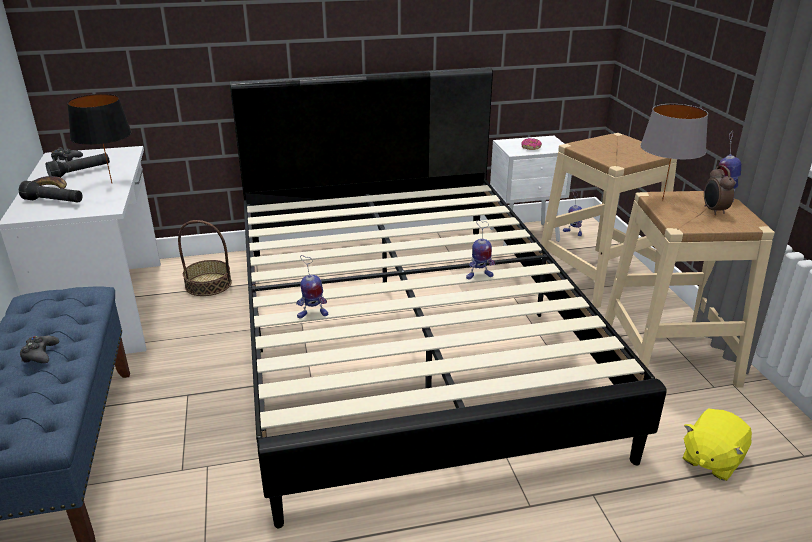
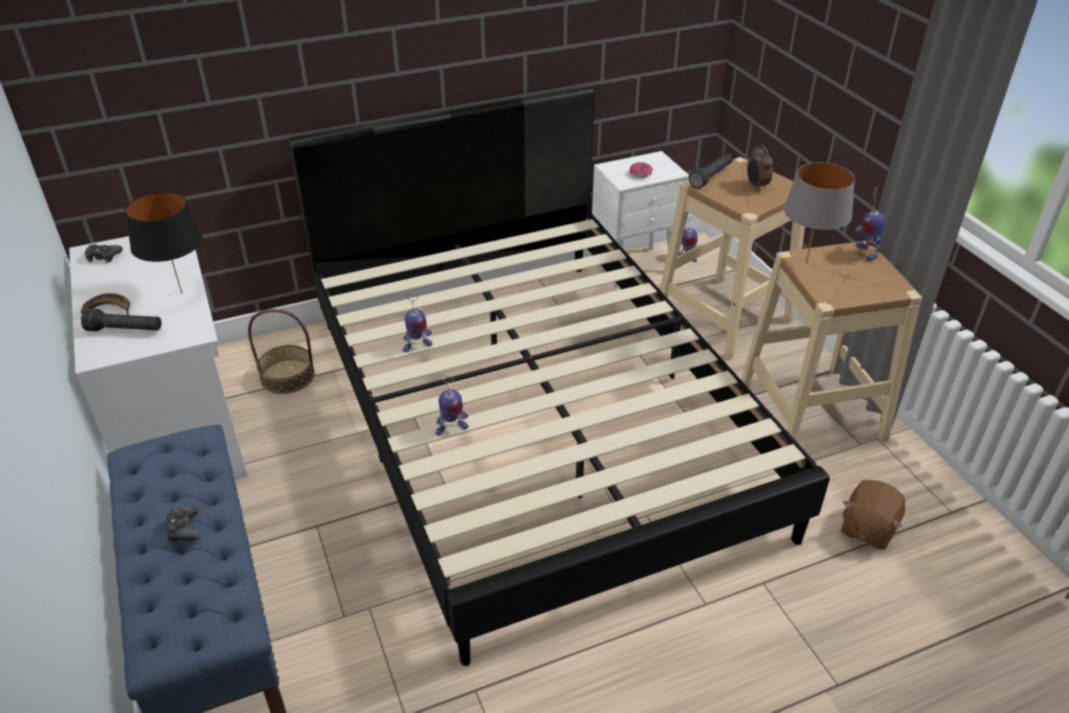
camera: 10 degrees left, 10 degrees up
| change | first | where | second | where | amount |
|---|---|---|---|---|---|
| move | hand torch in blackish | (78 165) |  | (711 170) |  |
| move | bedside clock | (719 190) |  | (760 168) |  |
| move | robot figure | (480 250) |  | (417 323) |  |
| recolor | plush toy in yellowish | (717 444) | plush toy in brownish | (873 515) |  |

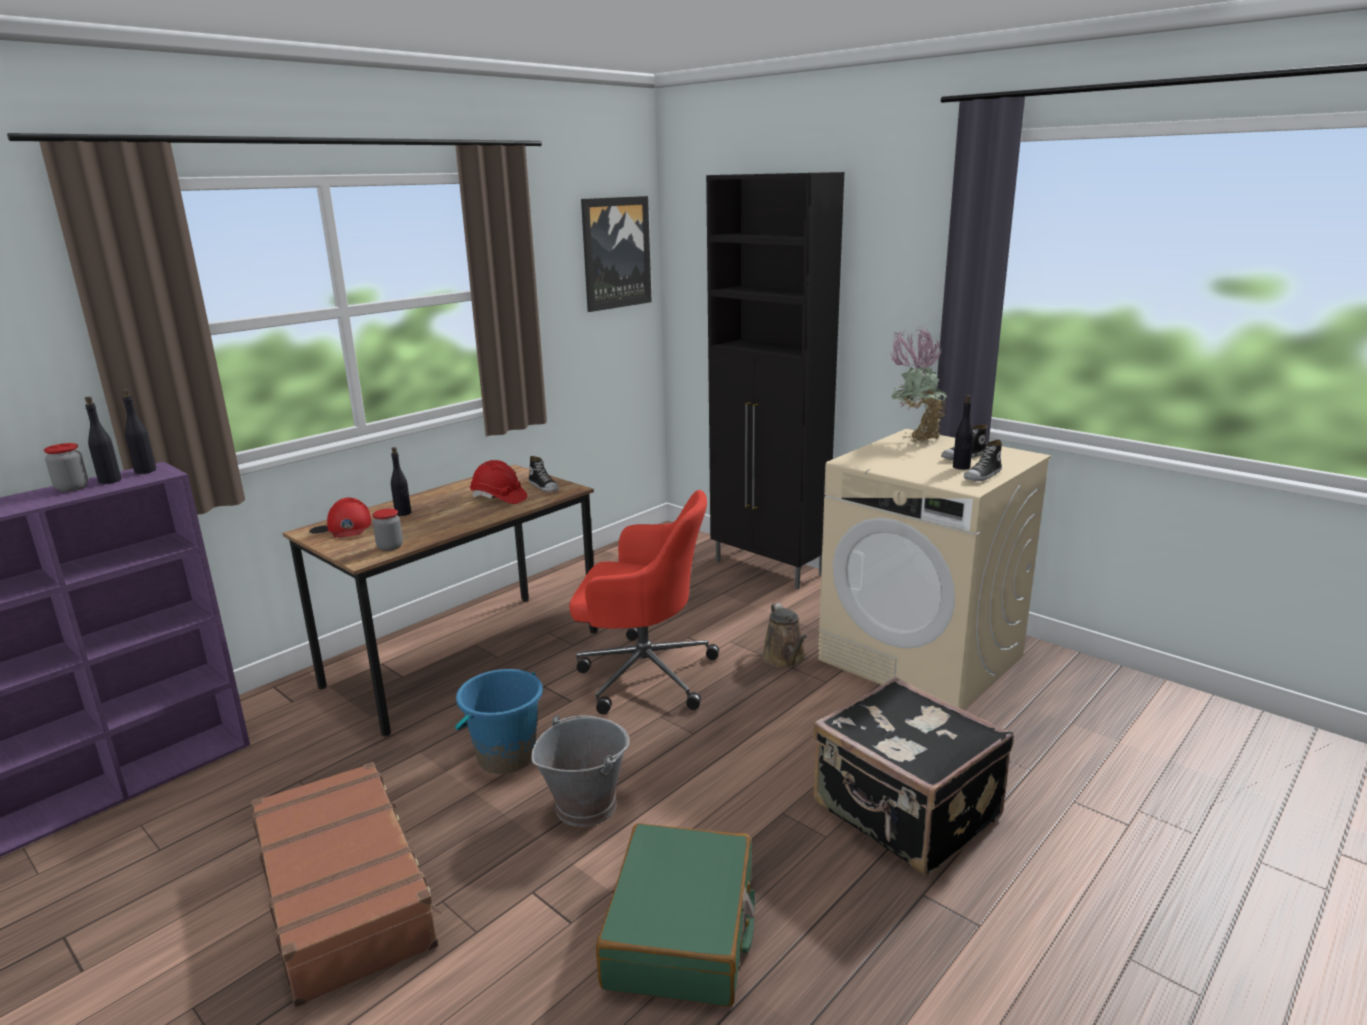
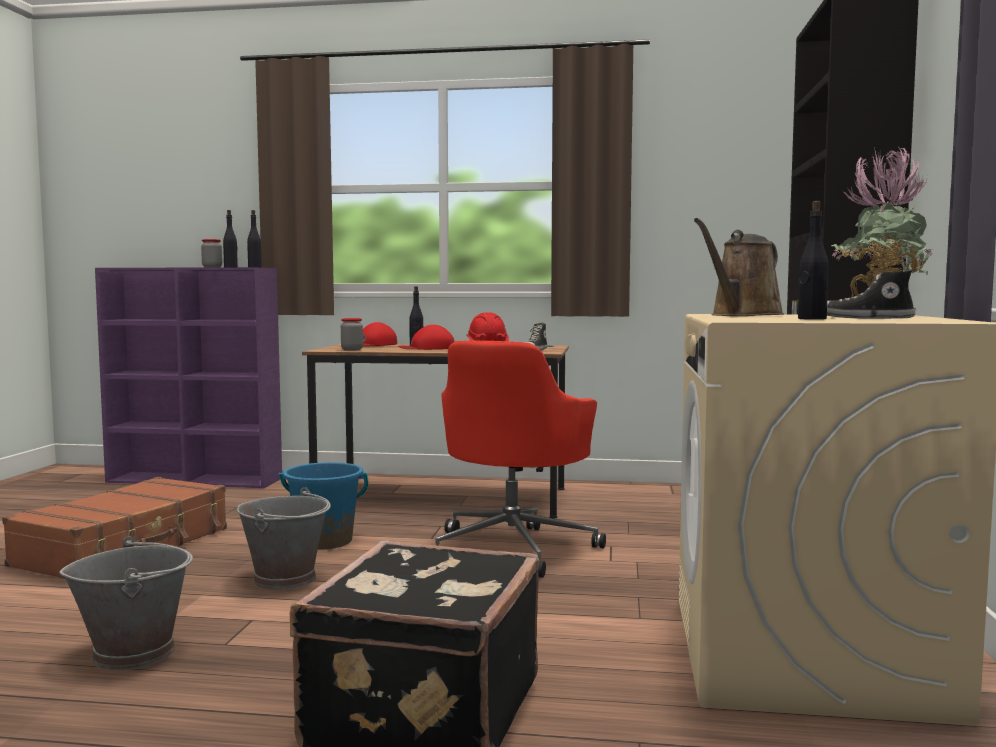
camera: 55 degrees right, 15 degrees down
| change | first | where | second | where | amount |
|---|---|---|---|---|---|
| delete | wall picture | (616 254) |  |  |  |
| delete | shoe | (983 460) |  |  |  |
| rotate | computer chair in reddish | (644 602) |  | (520 459) | 45 degrees clockwise |
| move | watering can in brownish | (784 635) |  | (739 267) |  |
| replace | suitcase in green-coloured | (675 915) | water bucket in gray | (126 603) |  |
| insert |  |  | cap in reddish | (426 337) |  |

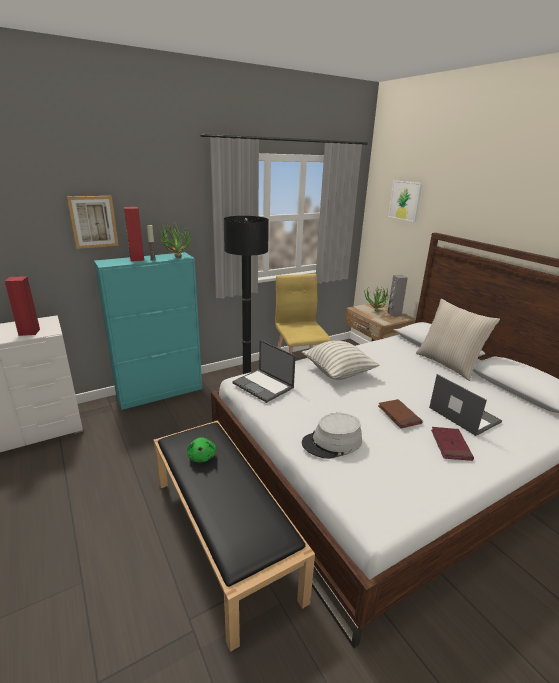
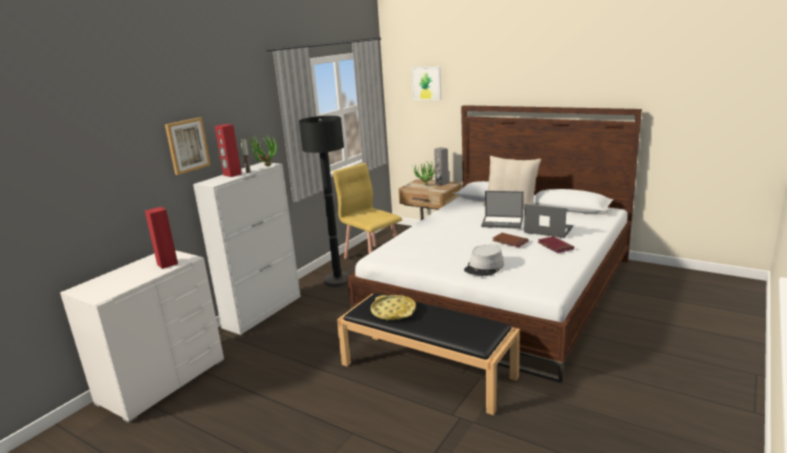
camera: 25 degrees left, 5 degrees down
| change | first | where | second | where | amount |
|---|---|---|---|---|---|
| recolor | cupboard in turquoise-coloured | (148 331) | cupboard in white-coloured | (247 248) |  |
| move | laptop | (264 371) |  | (502 210) |  |
| delete | throw pillow | (340 360) |  |  |  |
| replace | plush toy in green-coloured | (201 449) | tray in yellowish | (393 307) |  |

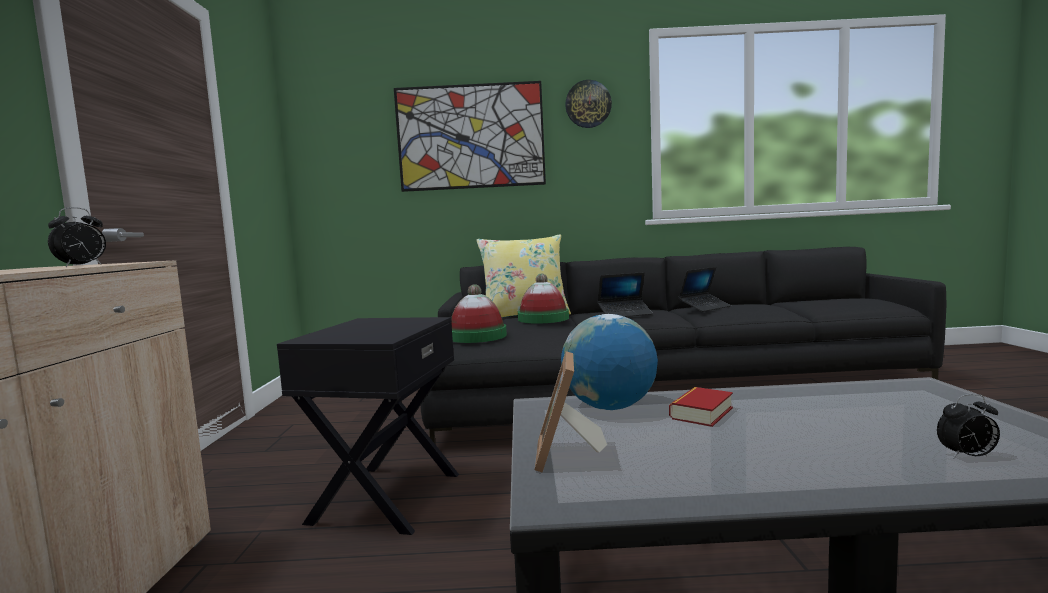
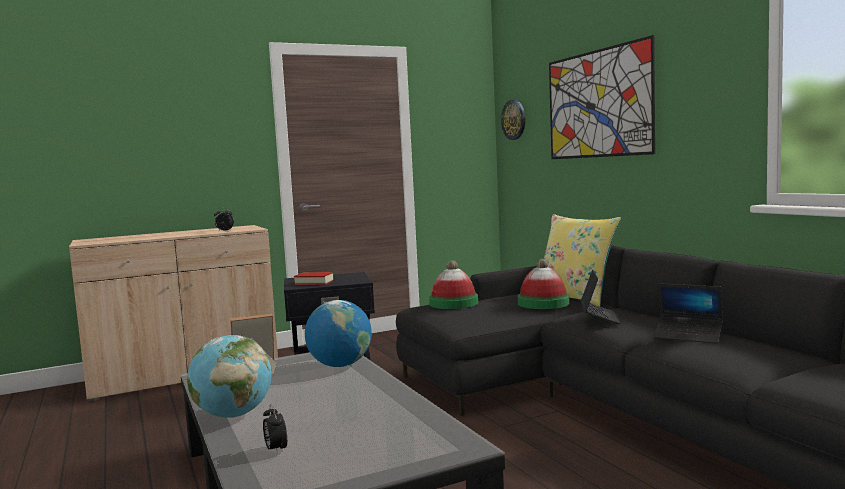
camera: 65 degrees right, 0 degrees up
| change | first | where | second | where | amount |
|---|---|---|---|---|---|
| move | wall clock | (588 104) |  | (513 120) |  |
| rotate | laptop | (625 294) |  | (600 297) | 135 degrees counterclockwise |
| move | volume | (701 407) |  | (313 278) |  |
| insert |  |  | globe | (229 376) |  |

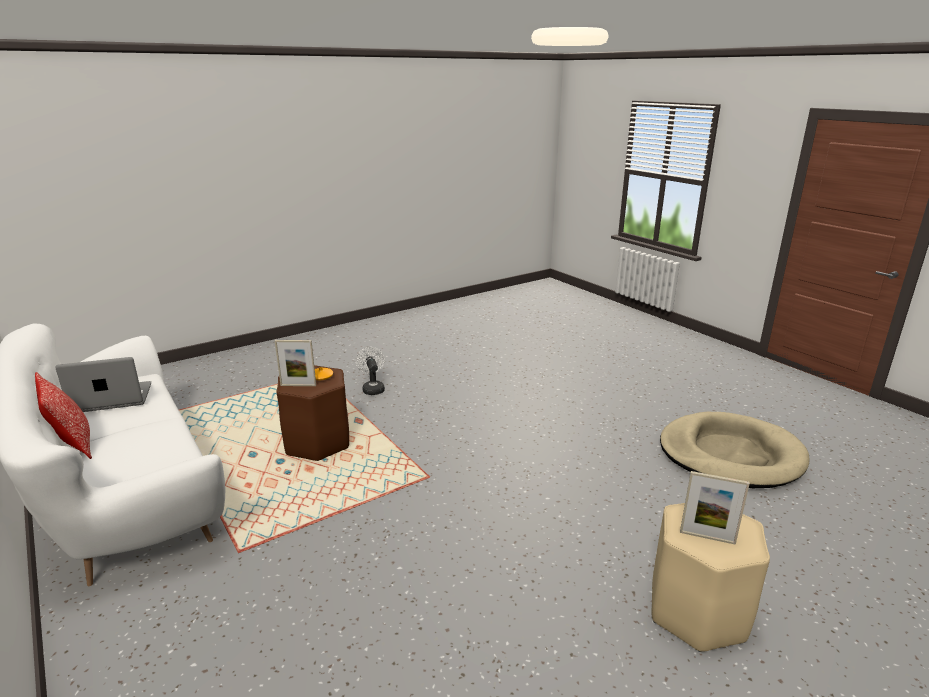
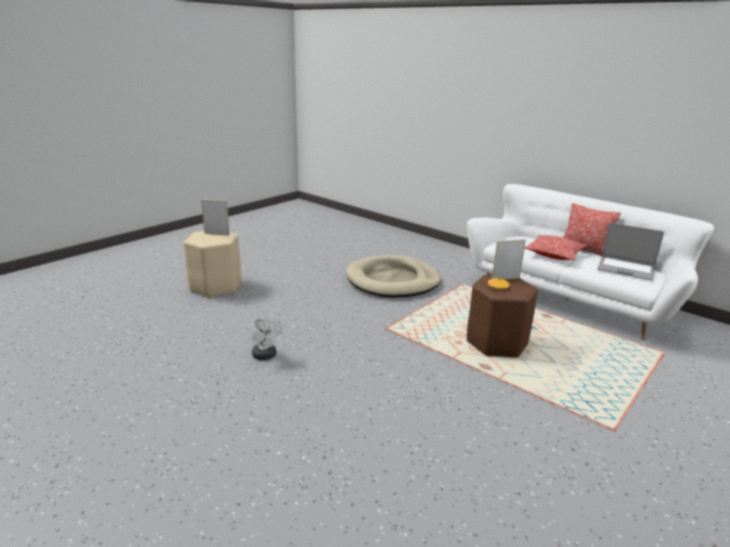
camera: 165 degrees right, 0 degrees up
| change | first | where | second | where | amount |
|---|---|---|---|---|---|
| move | fan in white-coloured | (370 371) |  | (267 338) |  |
| rotate | laptop | (103 384) |  | (630 252) | 60 degrees clockwise |
| move | dog bed in beige-coloured | (735 450) |  | (393 276) |  |
| insert |  |  | throw pillow | (556 247) |  |

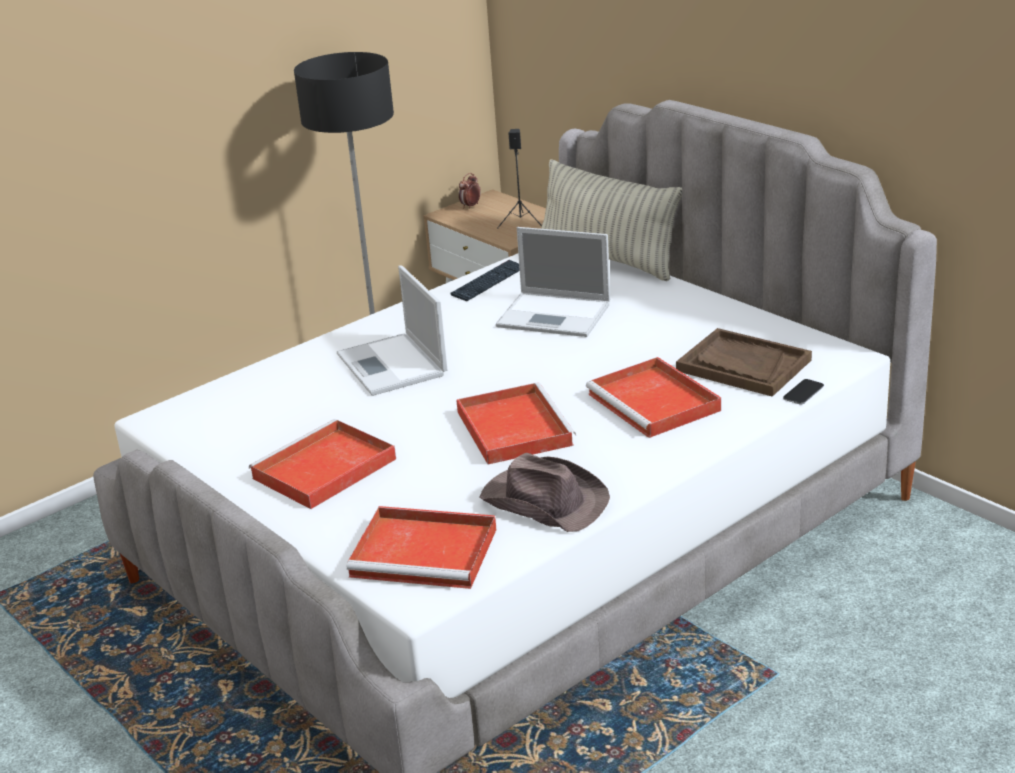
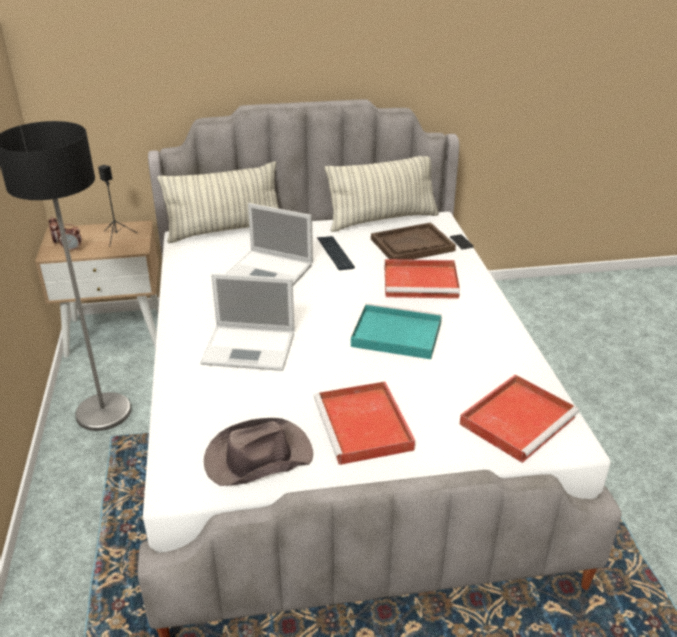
camera: 60 degrees left, 5 degrees up
| change | first | where | second | where | amount |
|---|---|---|---|---|---|
| rotate | laptop | (553 282) |  | (269 244) | 60 degrees clockwise |
| move | PC keyboard | (485 280) |  | (336 253) |  |
| recolor | tray in reddish | (516 423) | tray in turquoise-coloured | (396 331) |  |
| move | hat in brownish | (545 492) |  | (258 452) |  |
| insert |  |  | throw pillow | (382 194) |  |
| insert |  |  | bedside clock | (70 237) |  |

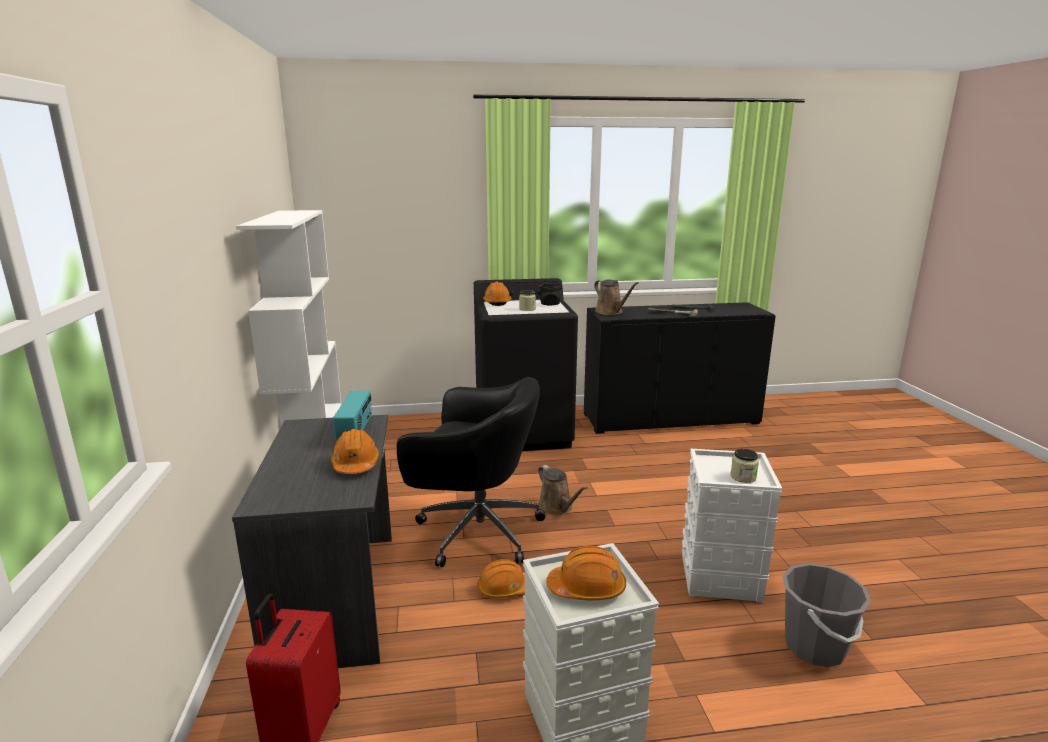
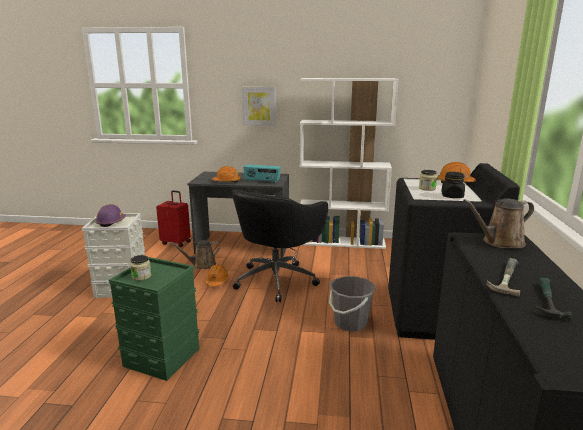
camera: 105 degrees right, 0 degrees up
| change | first | where | second | where | amount |
|---|---|---|---|---|---|
| recolor | storage container in white-coloured | (732 525) | storage container in green-coloured | (153 319) |  |
| move | watering can in brownish | (562 490) |  | (195 254) |  |
| recolor | hard hat in orangey | (586 573) | hard hat in purple | (110 215) |  |
| move | water bucket in gray | (826 615) |  | (352 303) |  |
| insert |  |  | wall picture | (259 106) |  |

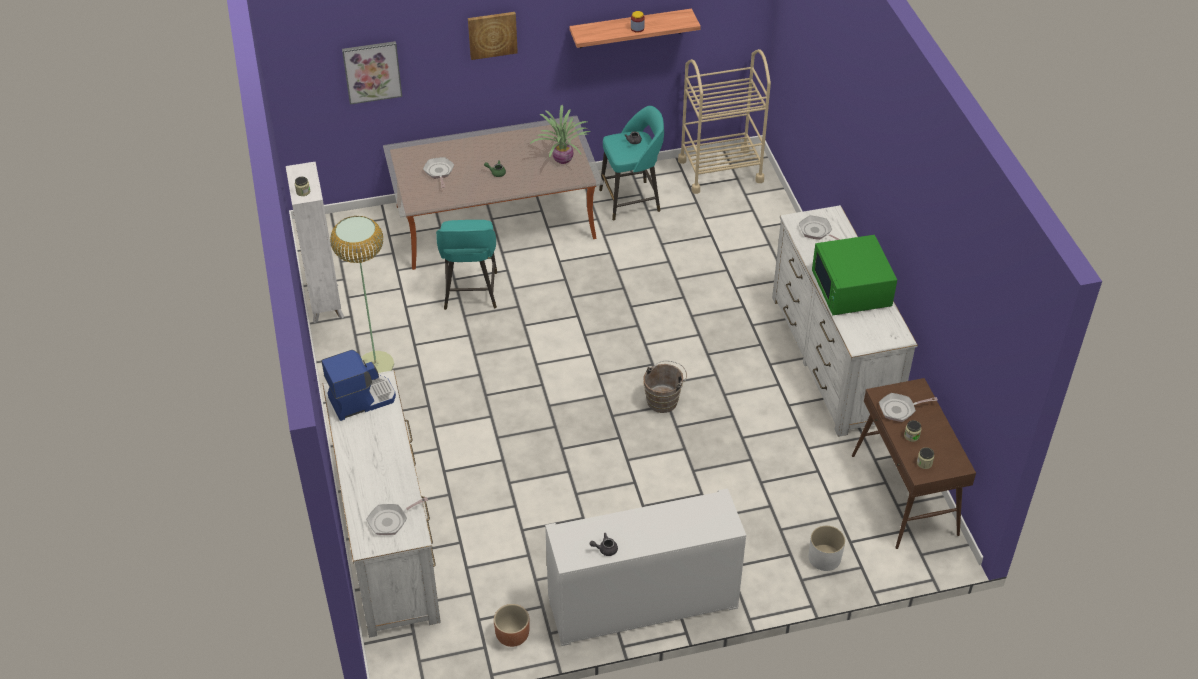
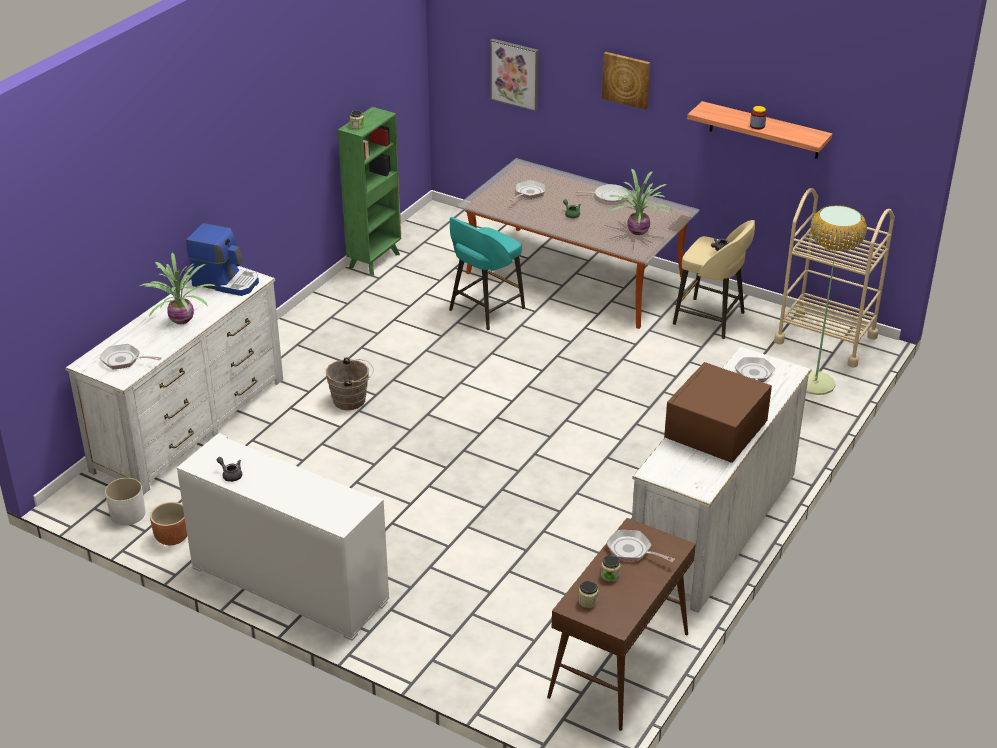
camera: 45 degrees right, 10 degrees down
| change | first | where | second | where | amount |
|---|---|---|---|---|---|
| recolor | sitting stool in turquoise-coloured | (631 163) | sitting stool in beige-coloured | (714 279) |  |
| recolor | bookcase in white-coloured | (315 242) | bookcase in green-coloured | (369 191) |  |
| move | standard lamp | (362 294) |  | (836 300) |  |
| recolor | kitchen microwave in green-coloured | (854 275) | kitchen microwave in brownish | (718 412) |  |
| move | water bucket in brownish | (665 387) |  | (350 383) |  |
| move | plant pot in white-coloured | (826 548) |  | (125 501) |  |
| insert |  |  | pan | (602 193) |  |
| insert |  |  | potted plant | (178 288) |  |

